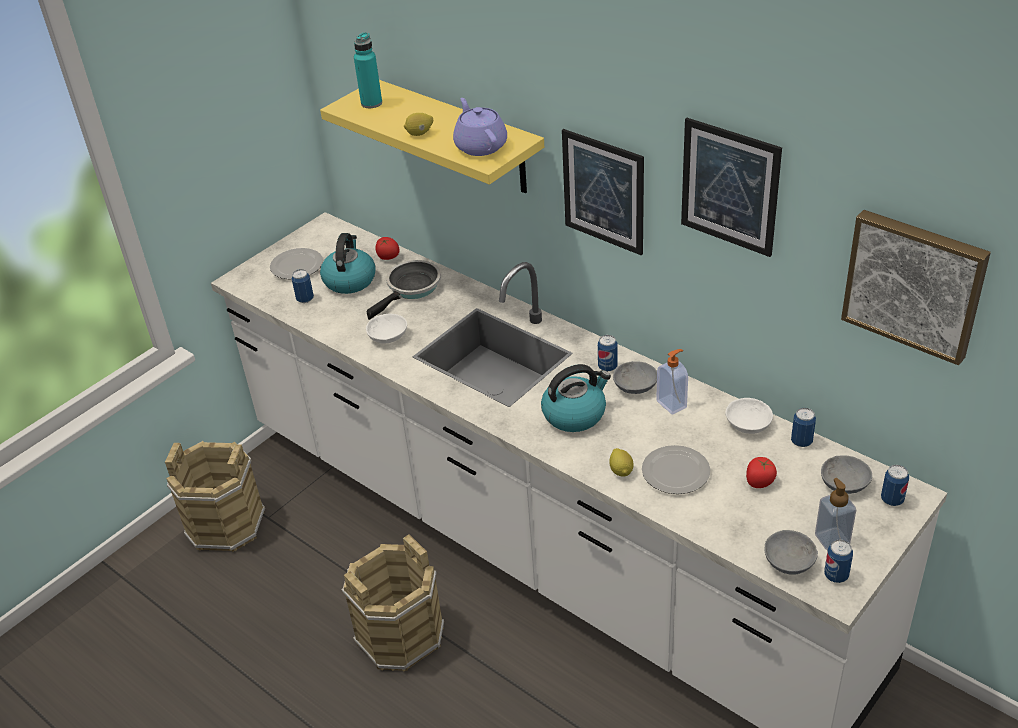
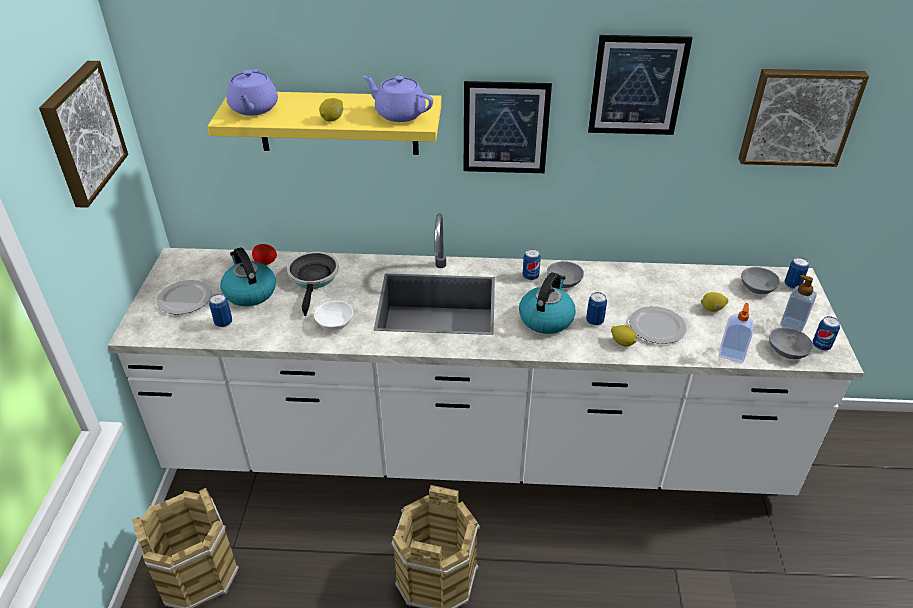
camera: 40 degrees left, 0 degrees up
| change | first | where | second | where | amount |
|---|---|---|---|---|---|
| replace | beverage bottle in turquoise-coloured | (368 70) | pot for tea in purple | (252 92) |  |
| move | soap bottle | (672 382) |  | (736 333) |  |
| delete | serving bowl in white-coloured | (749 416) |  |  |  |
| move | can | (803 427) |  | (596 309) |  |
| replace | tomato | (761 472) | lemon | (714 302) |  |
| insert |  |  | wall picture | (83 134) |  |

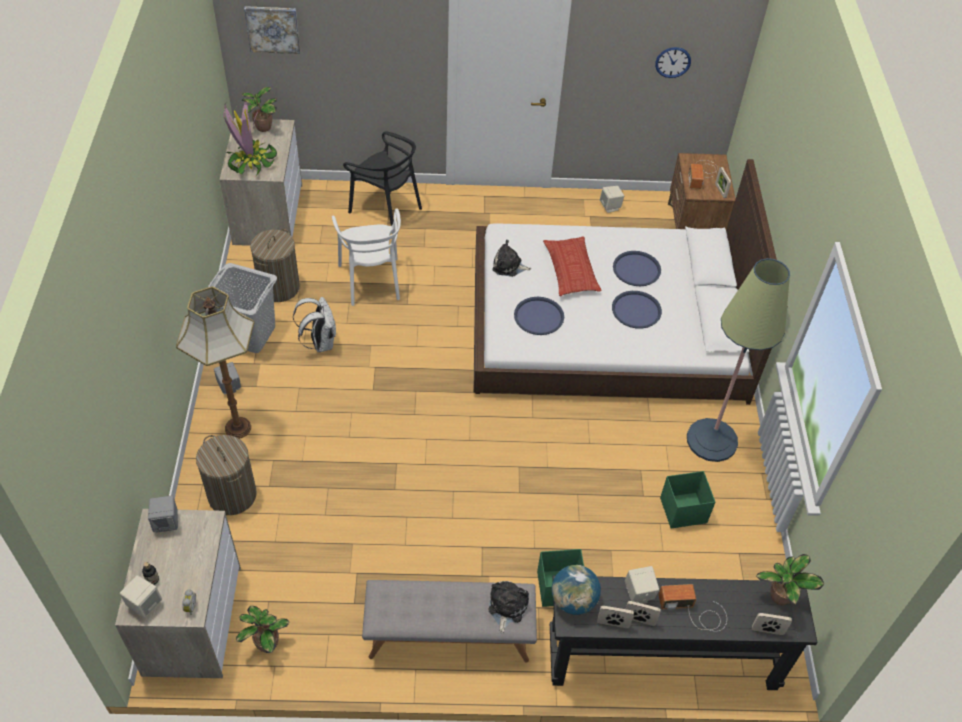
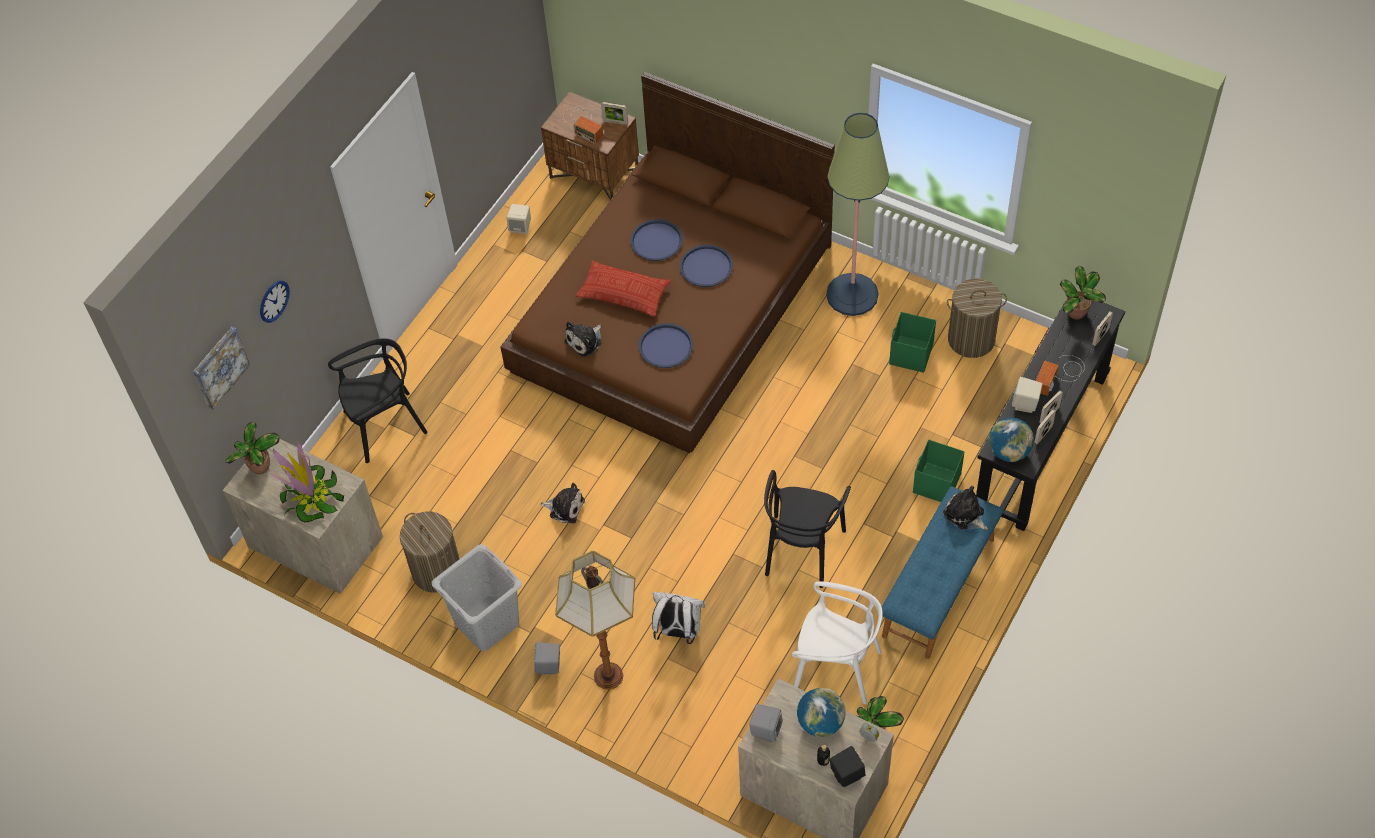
camera: 55 degrees left, 5 degrees up
| change | first | where | second | where | amount |
|---|---|---|---|---|---|
| move | wall clock | (673 62) |  | (275 302) |  |
| recolor | bedroom bed in white-coloured | (630 282) | bedroom bed in brownish | (667 262) |  |
| move | plain chair in white-coloured | (366 257) |  | (837 642) |  |
| move | rucksack in white-coloured | (314 324) |  | (678 618) |  |
| move | hamper | (226 475) |  | (977 318) |  |
| recolor | audio speaker in beige-coloured | (141 596) | audio speaker in blackish | (847 766) |  |
| recolor | long seat in gray | (449 621) | long seat in bluish | (943 572) |  |
| insert |  |  | plain chair in blackish | (807 529) |  |
| insert |  |  | plush toy | (562 503) |  |
| insert |  |  | globe | (821 712) |  |

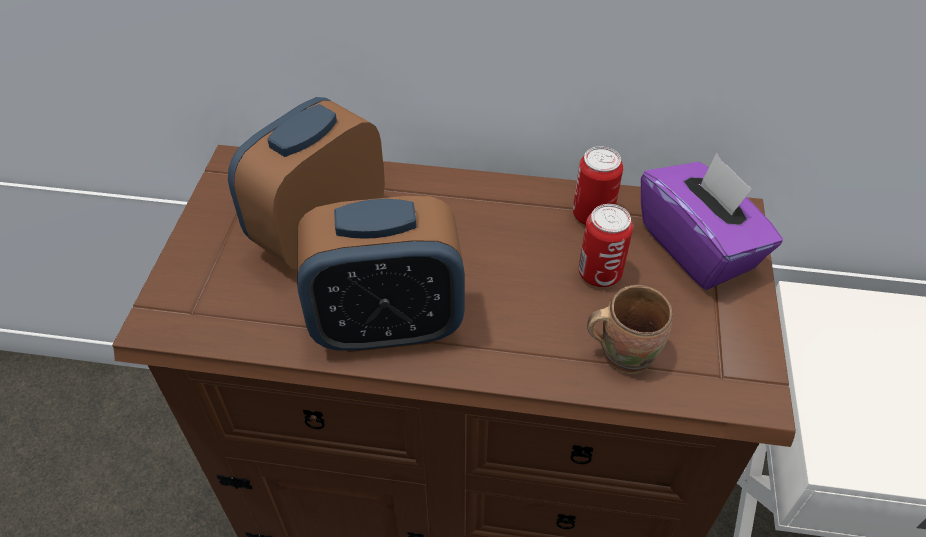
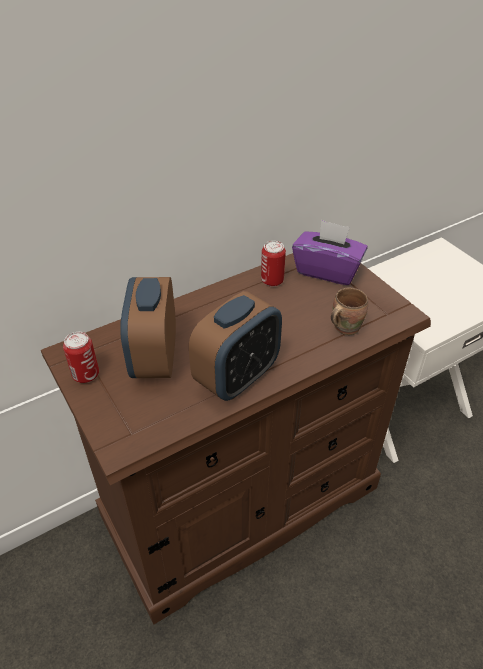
camera: 40 degrees left, 5 degrees down
| change | first | where | second | where | amount |
|---|---|---|---|---|---|
| move | can | (606 245) |  | (81 357) |  |

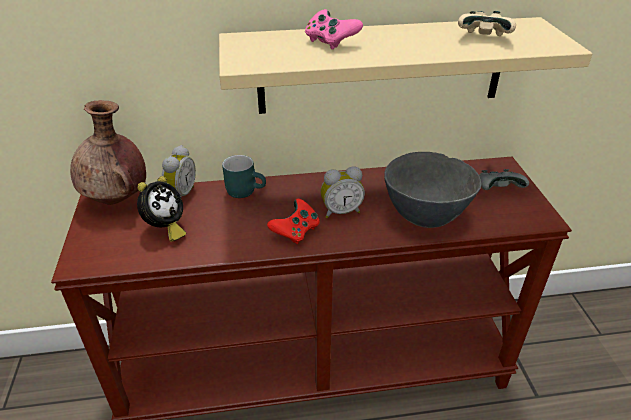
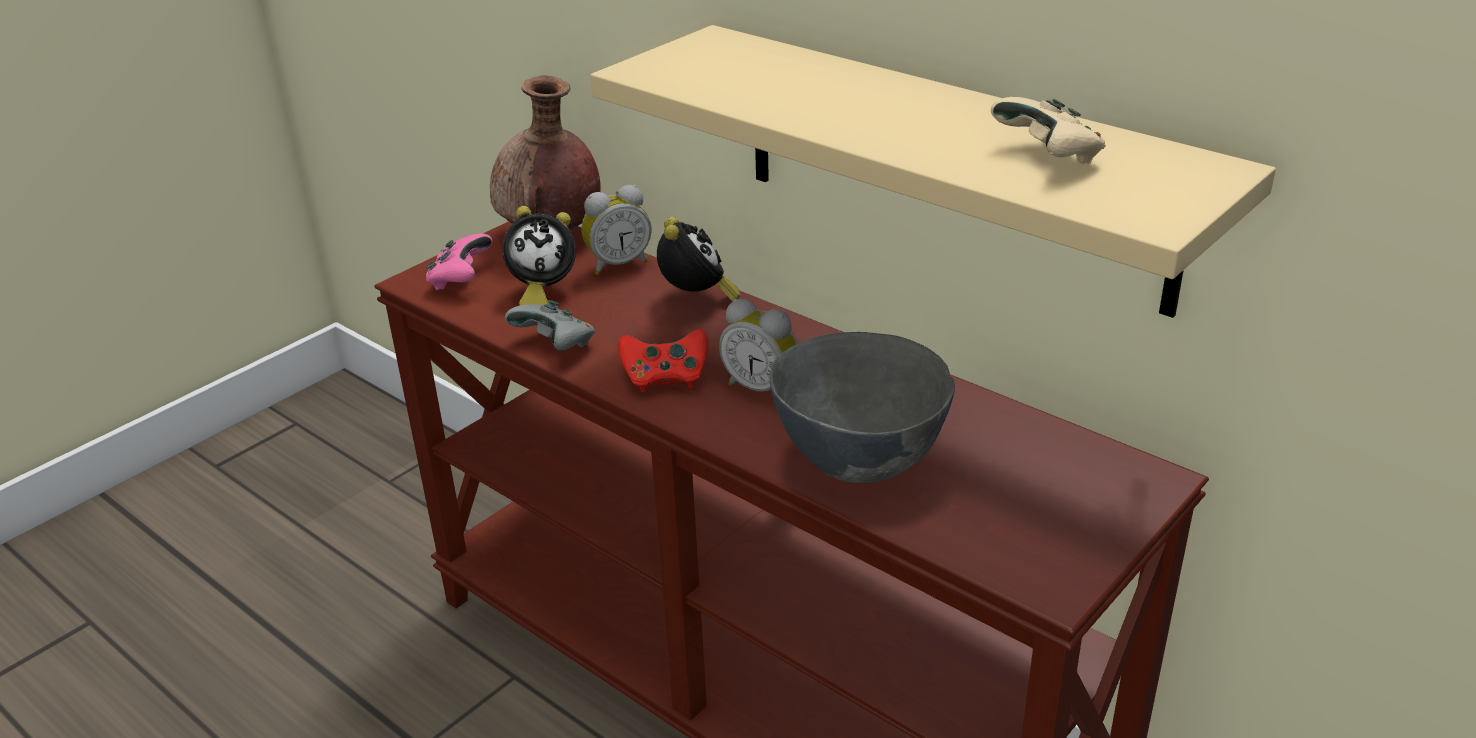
camera: 50 degrees right, 5 degrees down
| change | first | where | second | where | amount |
|---|---|---|---|---|---|
| move | joypad in pink-coloured | (334 29) |  | (459 262) |  |
| replace | coffee mug in turquoise-coloured | (244 176) | bedside clock | (698 259) |  |
| move | joypad in gray | (504 179) |  | (549 325) |  |

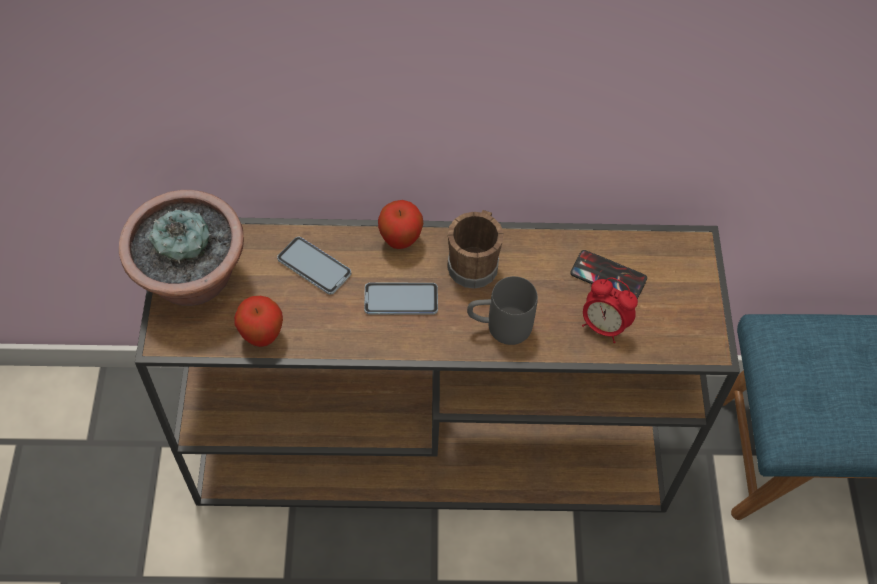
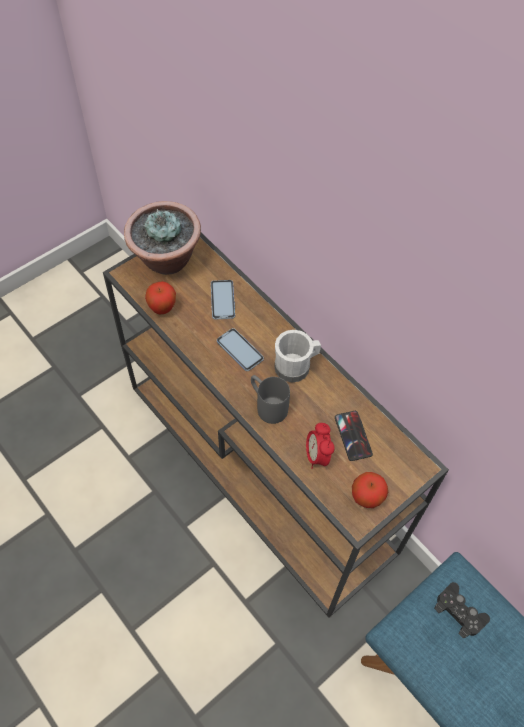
camera: 50 degrees right, 0 degrees up
| change | first | where | second | where | amount |
|---|---|---|---|---|---|
| move | whole apple | (400 224) |  | (370 490) |  |
| recolor | coffee mug in brownish | (475 249) | coffee mug in white-coloured | (297 356) |  |
| insert |  |  | joypad in blackish | (462 610) |  |

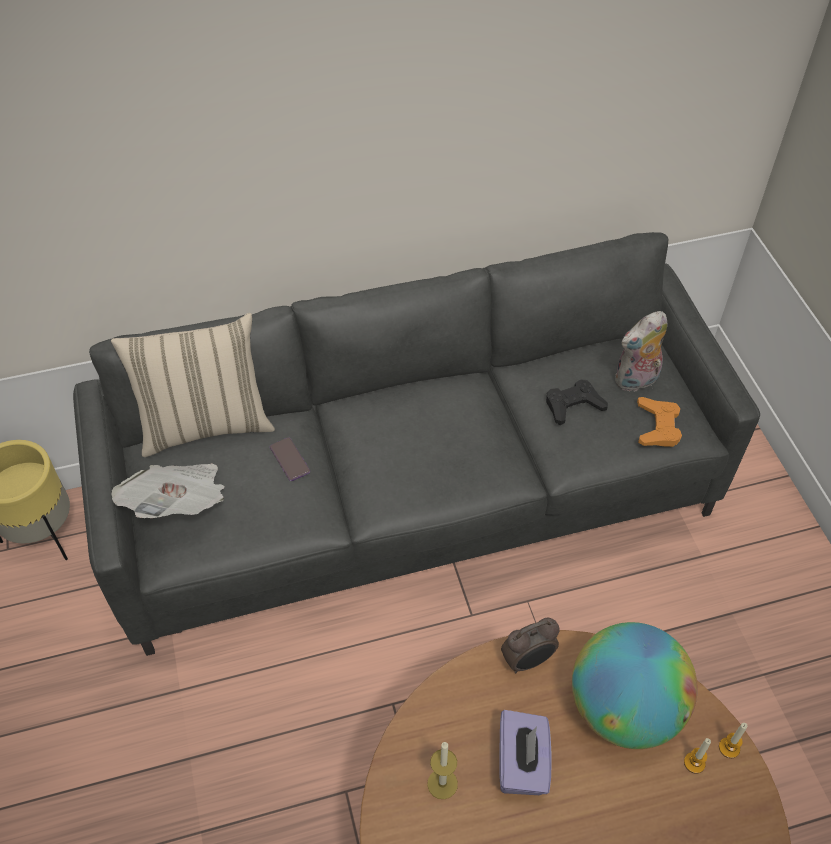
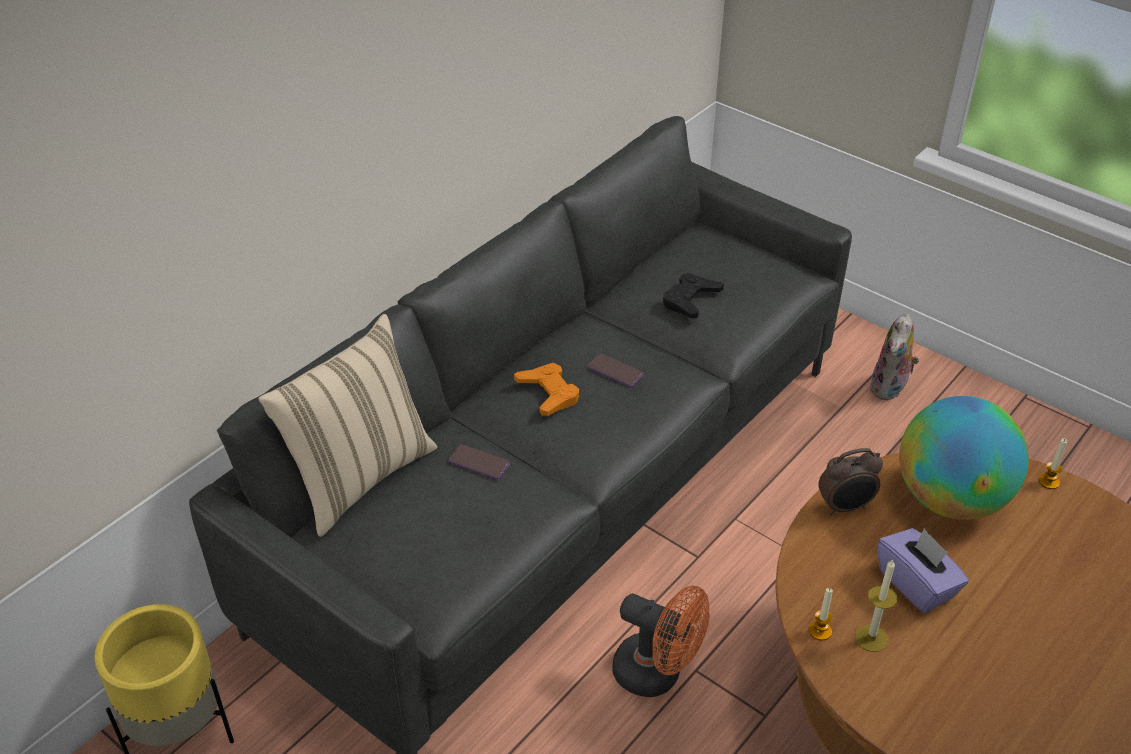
camera: 35 degrees left, 10 degrees down
| change | first | where | second | where | amount |
|---|---|---|---|---|---|
| move | plush toy | (641 352) |  | (894 357) |  |
| move | joypad in orangey | (659 422) |  | (546 389) |  |
| delete | newspaper | (168 490) |  |  |  |
| rotate | bedside clock | (530 645) |  | (850 481) | 45 degrees clockwise |
| move | candle | (697 756) |  | (821 614) |  |
| insert |  |  | phone | (616 370) |  |
| insert |  |  | fan in orangey | (660 641) |  |

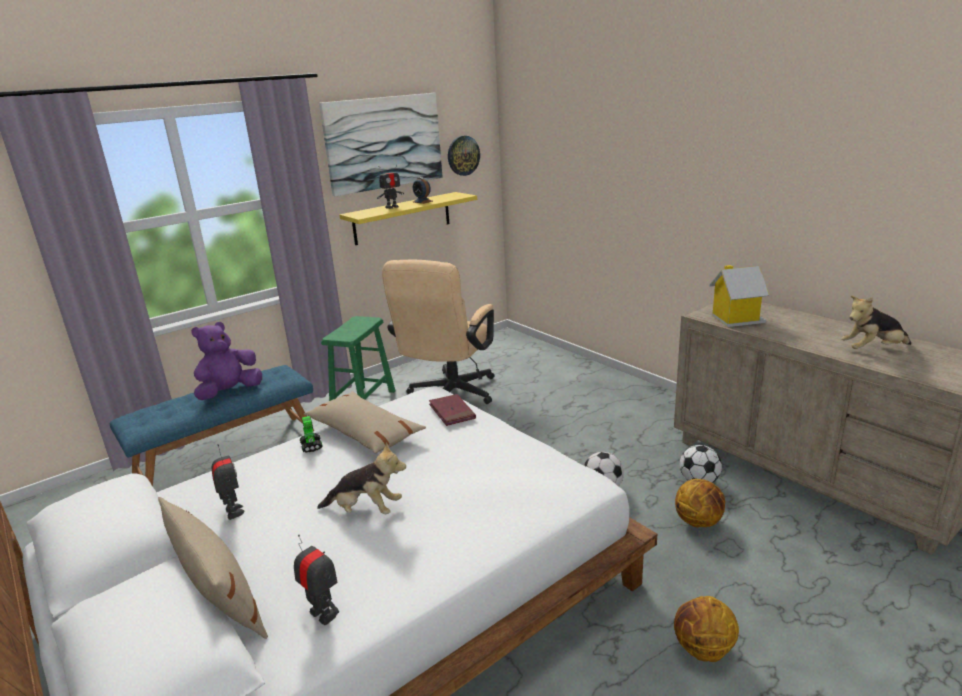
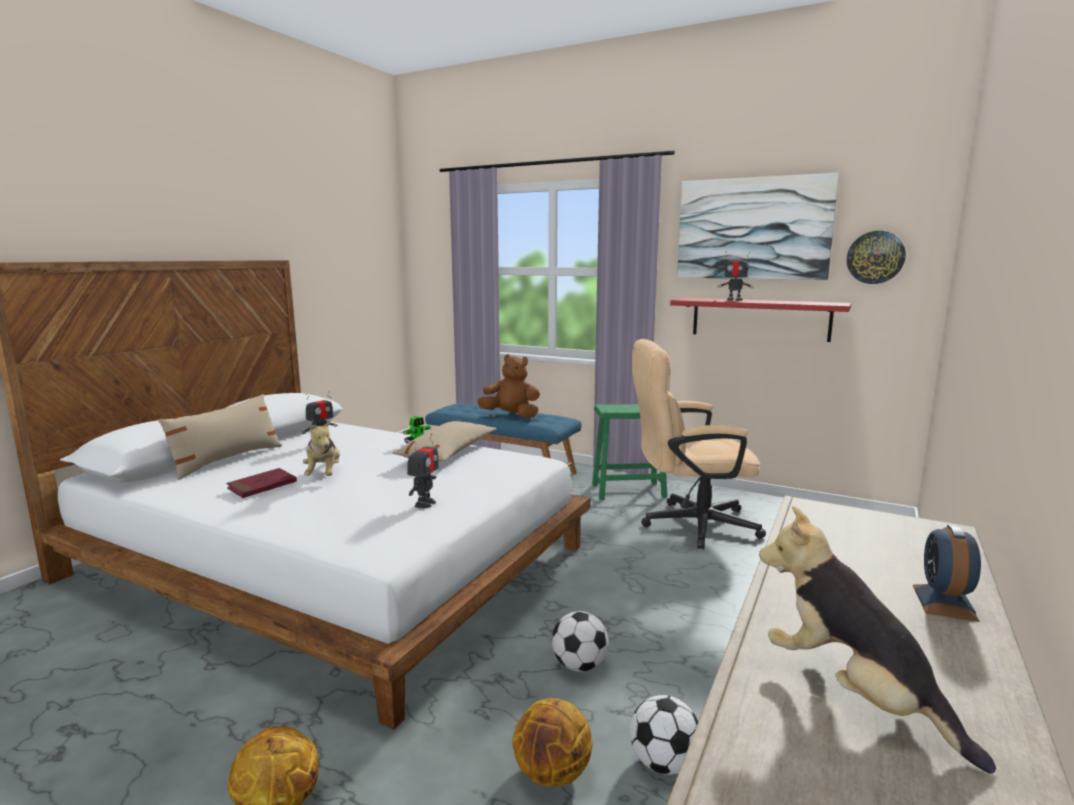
camera: 65 degrees right, 10 degrees down
| change | first | where | second | where | amount |
|---|---|---|---|---|---|
| move | bedside clock | (423 190) |  | (947 573) |  |
| recolor | bracket shelf in yellowish | (408 218) | bracket shelf in reddish | (760 320) |  |
| delete | miniature house | (739 296) |  |  |  |
| recolor | plush toy in purple | (226 361) | plush toy in brownish | (508 386) |  |
| move | volume in reddish | (452 410) |  | (261 483) |  |
| move | robot figure | (316 580) |  | (423 471) |  |

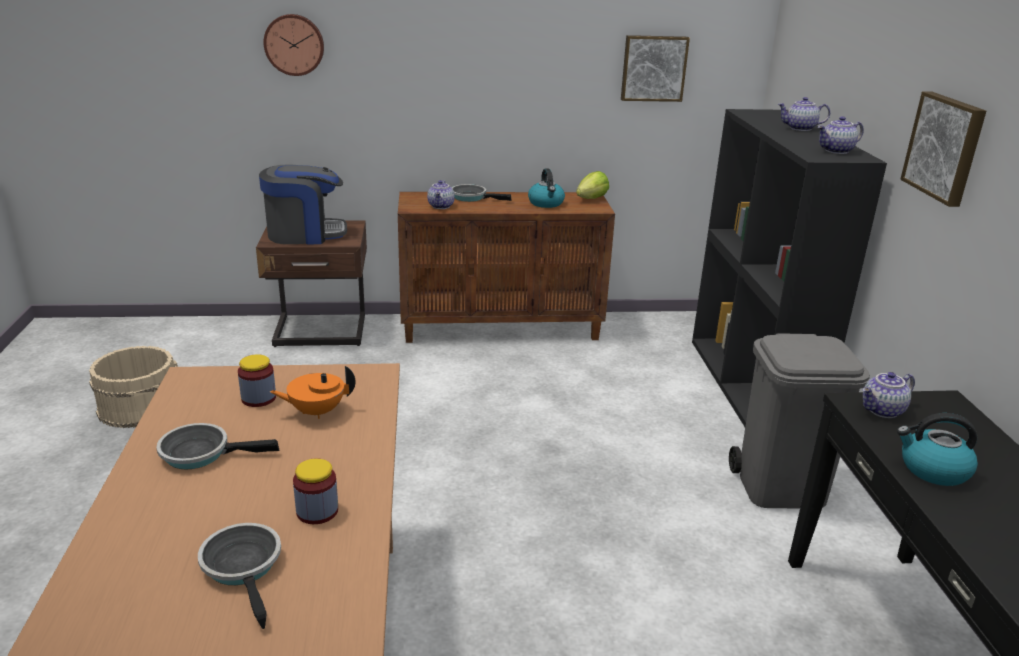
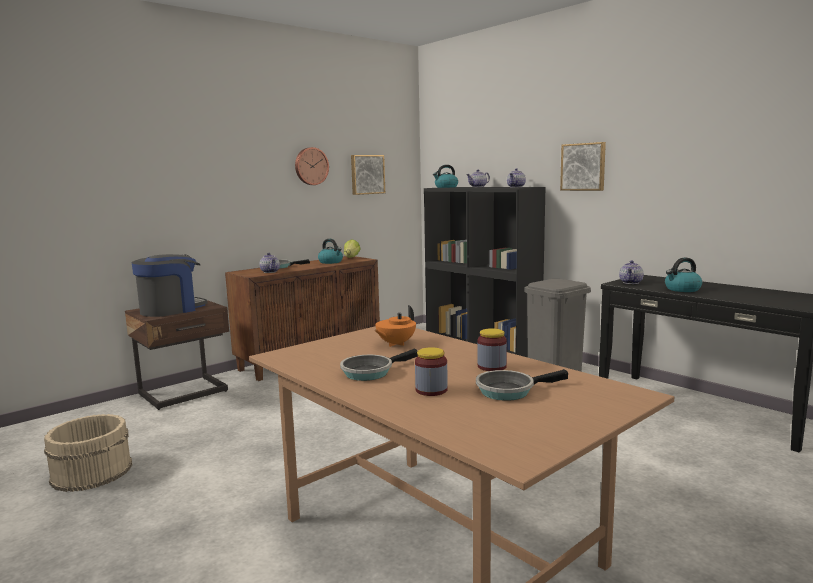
camera: 35 degrees left, 15 degrees down
| change | first | where | second | where | amount |
|---|---|---|---|---|---|
| move | wall clock | (294 45) |  | (312 166) |  |
| move | storage jar | (257 380) |  | (431 371) |  |
| rotate | pan | (239 576) |  | (522 385) | 45 degrees counterclockwise |
| insert |  |  | tea kettle | (445 176) |  |

